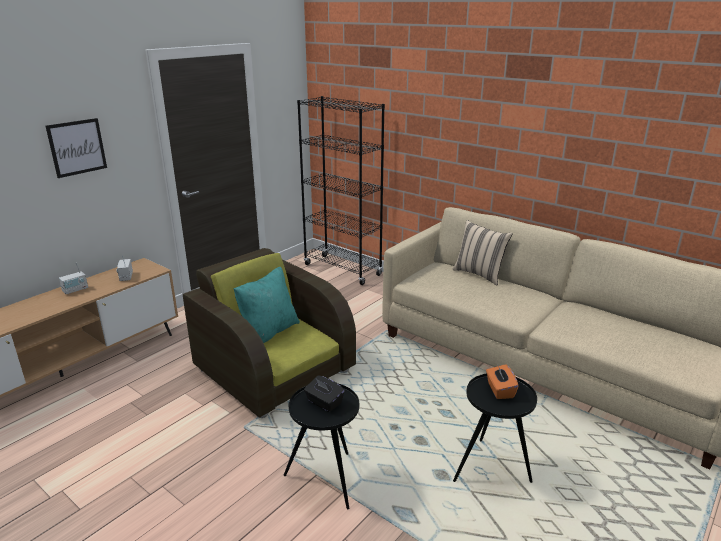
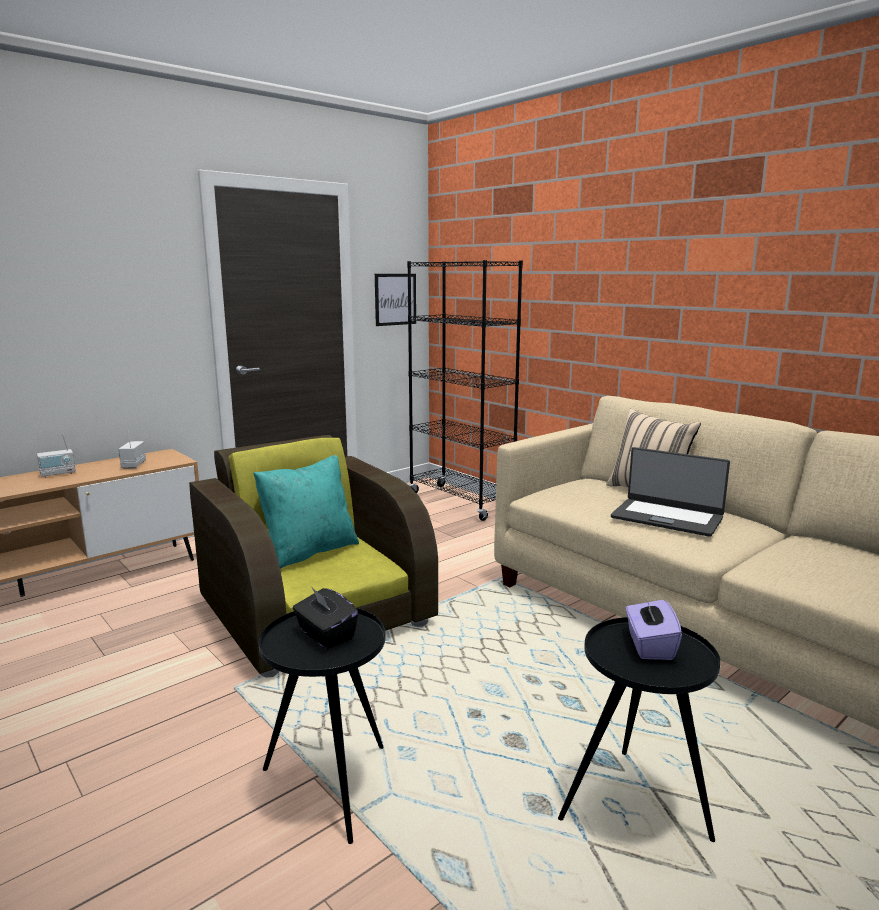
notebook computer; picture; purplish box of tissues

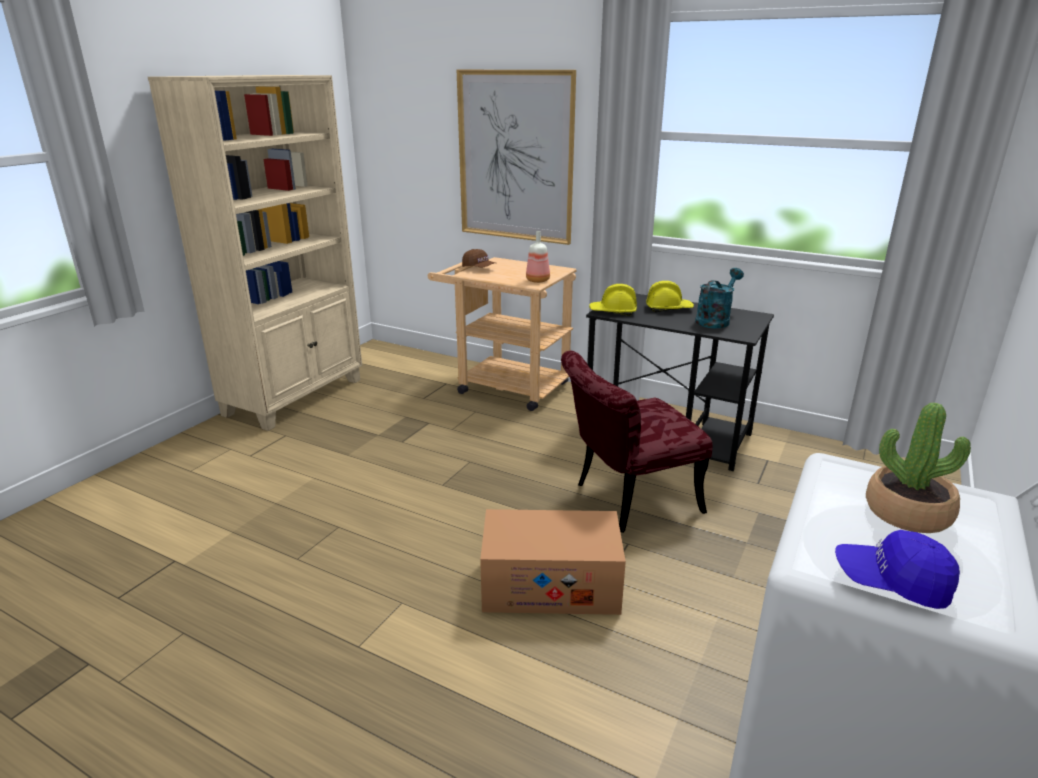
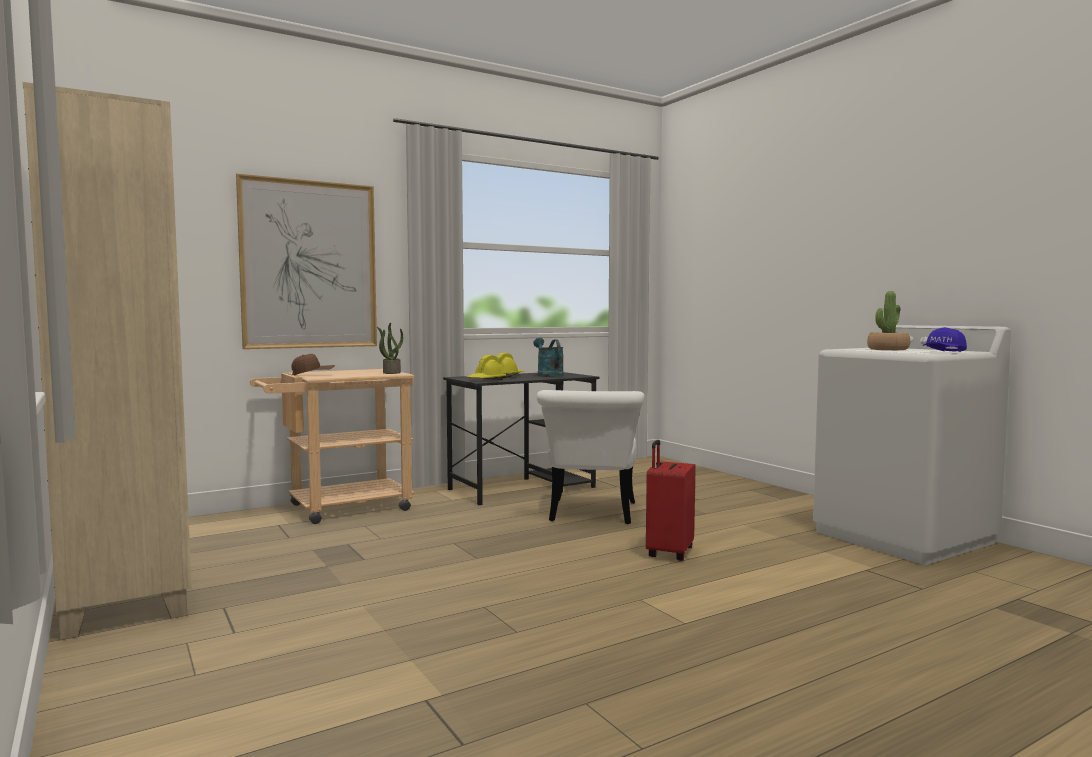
reddish travel case; houseplant (no. 1 from left); white plain chair

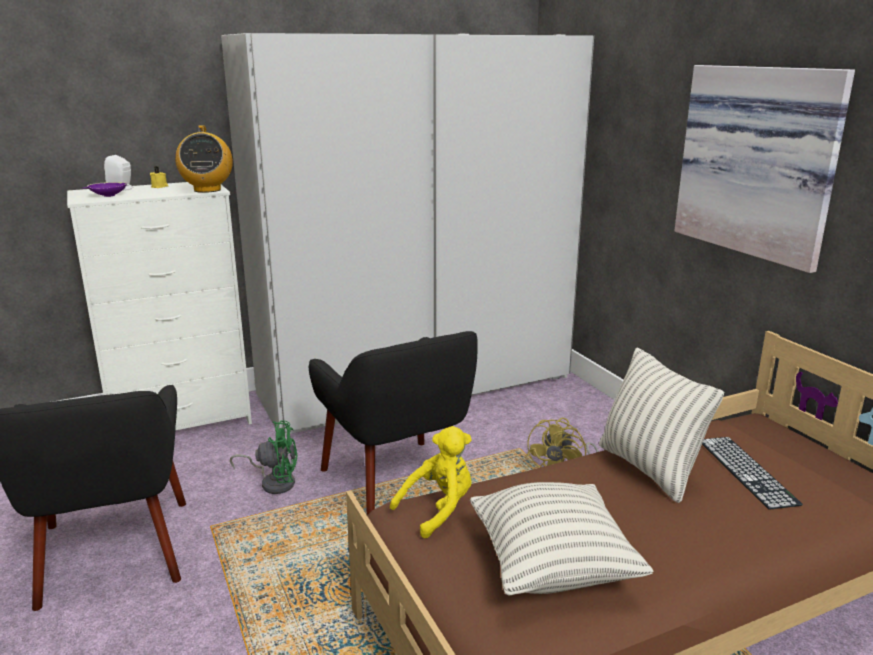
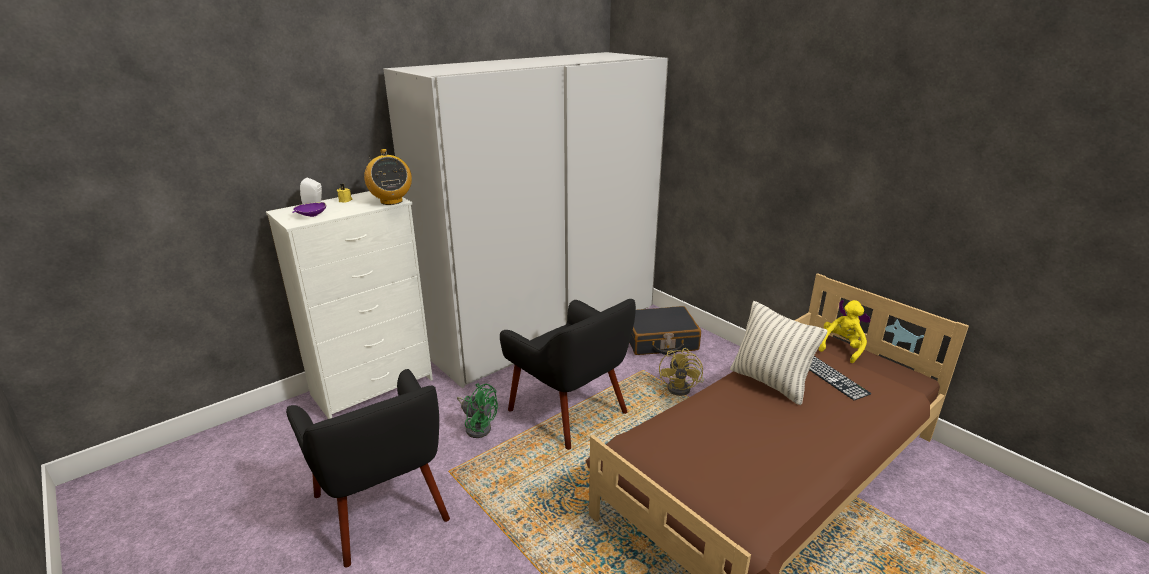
throw pillow (no. 1 from left in the first image); picture; black-coloured travel case; yellow soft toy; green electric fan

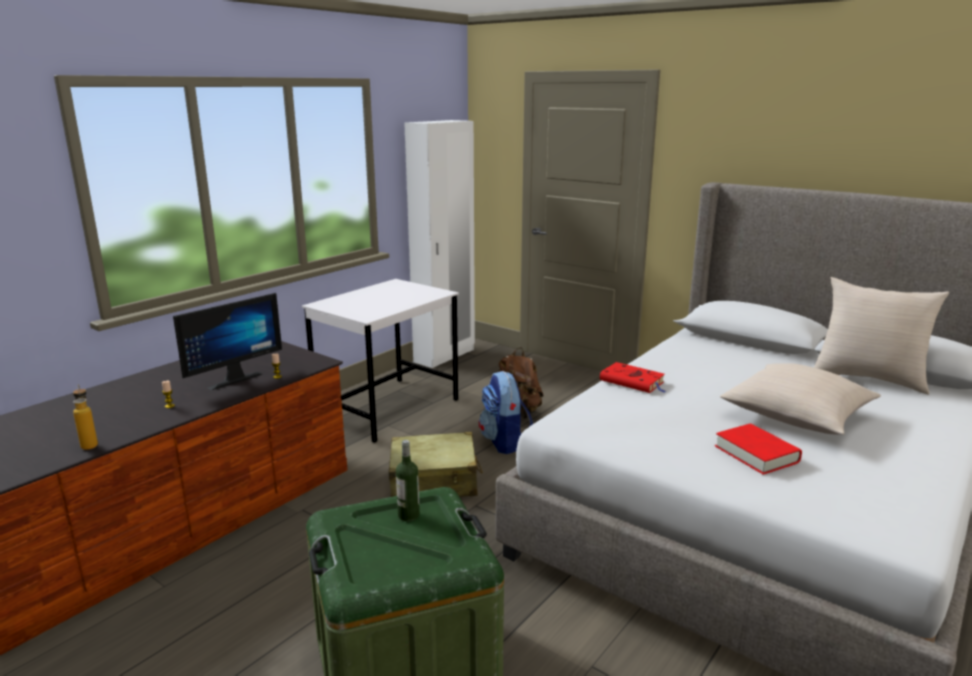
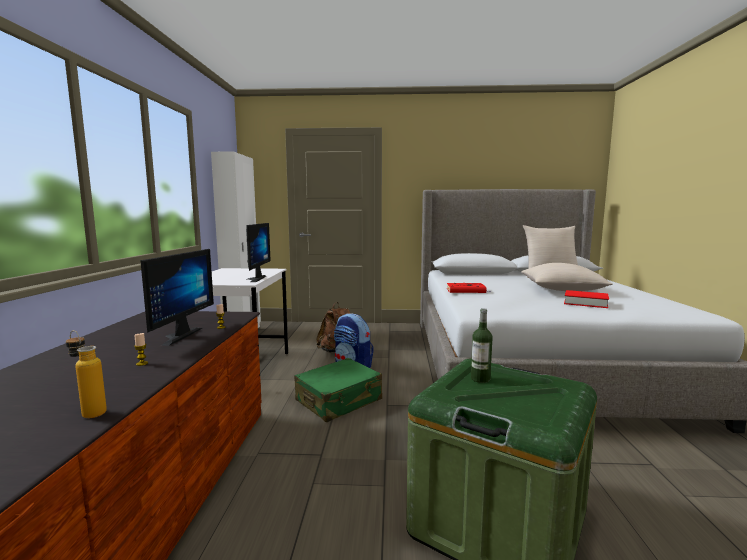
computer screen (no. 2 from left); green travel case

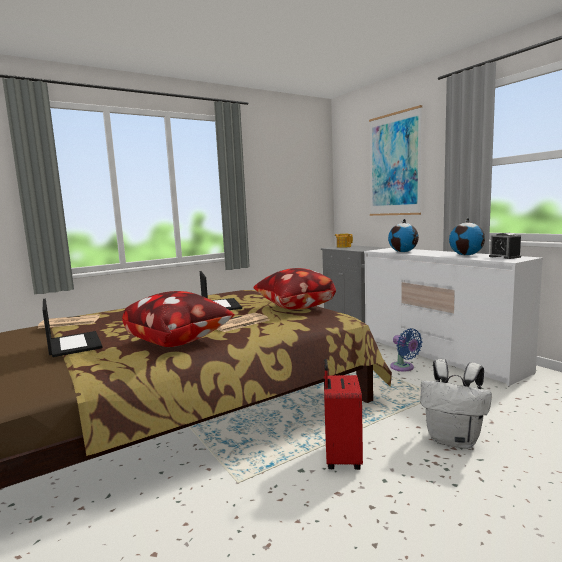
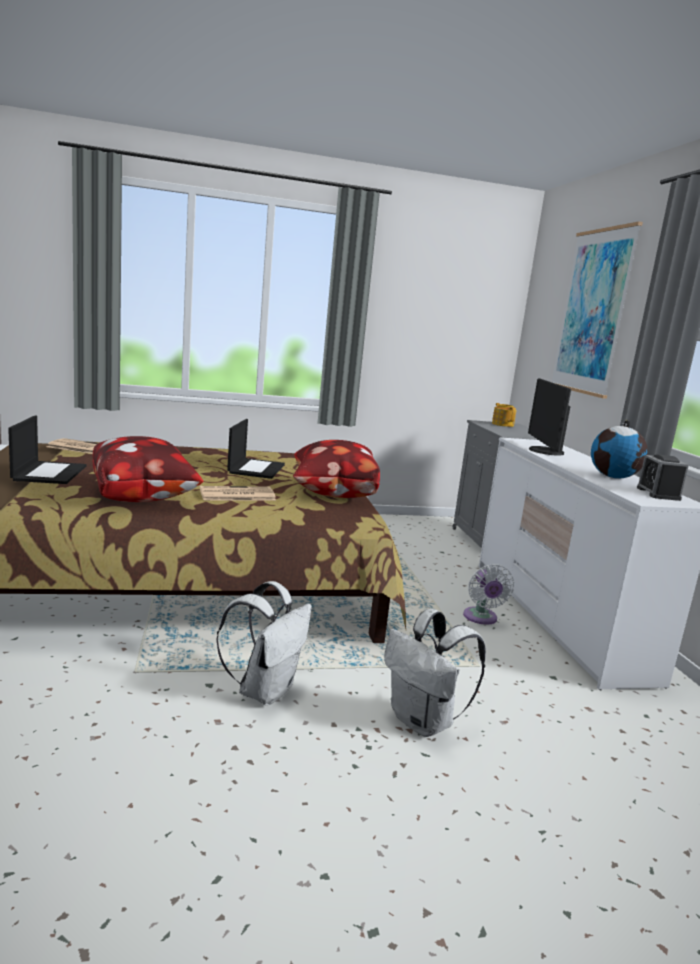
white knapsack (no. 1 from left); computer screen; white electric fan

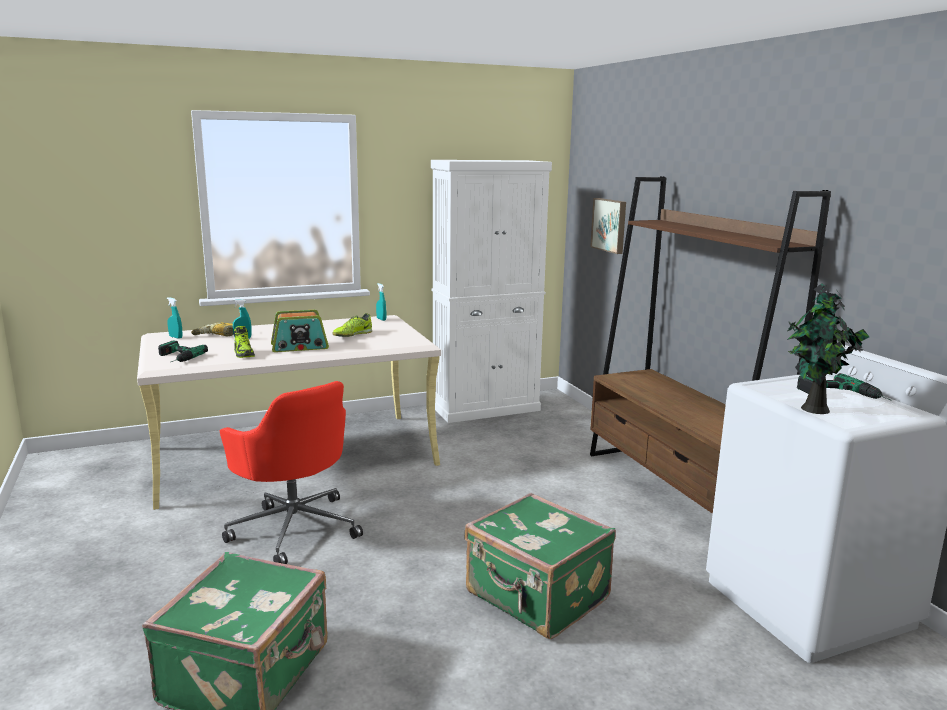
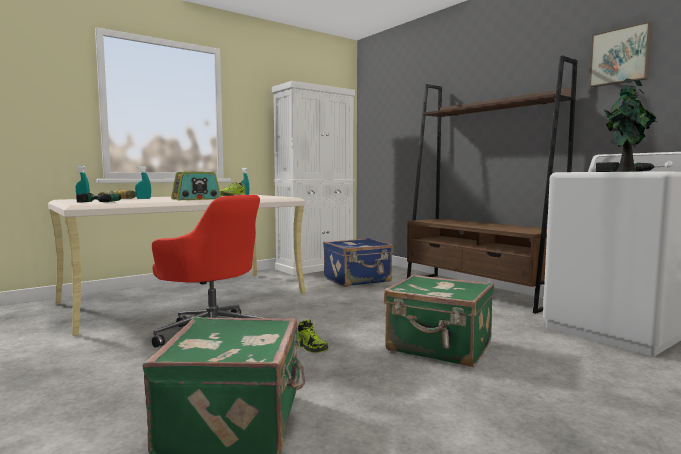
bluish travel case; item of footwear (no. 2 from left); picture

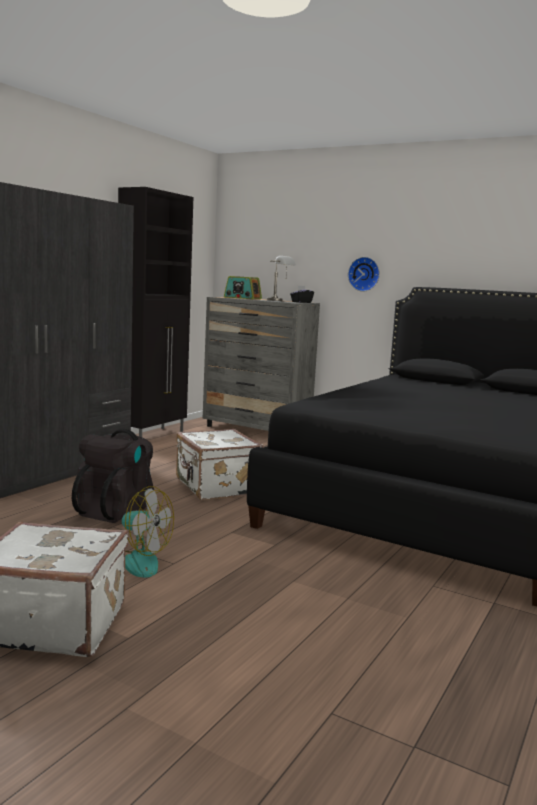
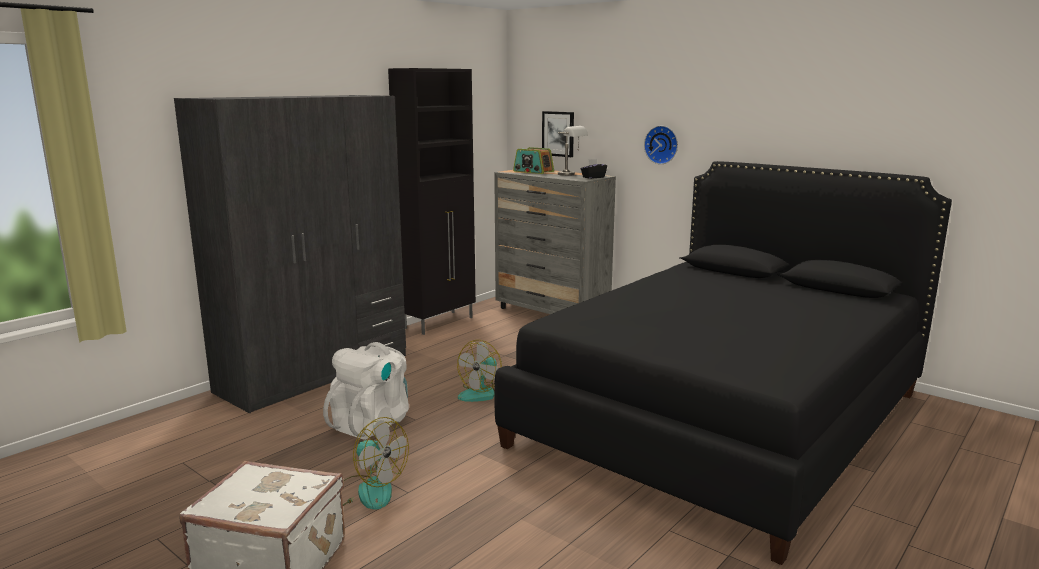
picture; electric fan (no. 2 from left); white knapsack

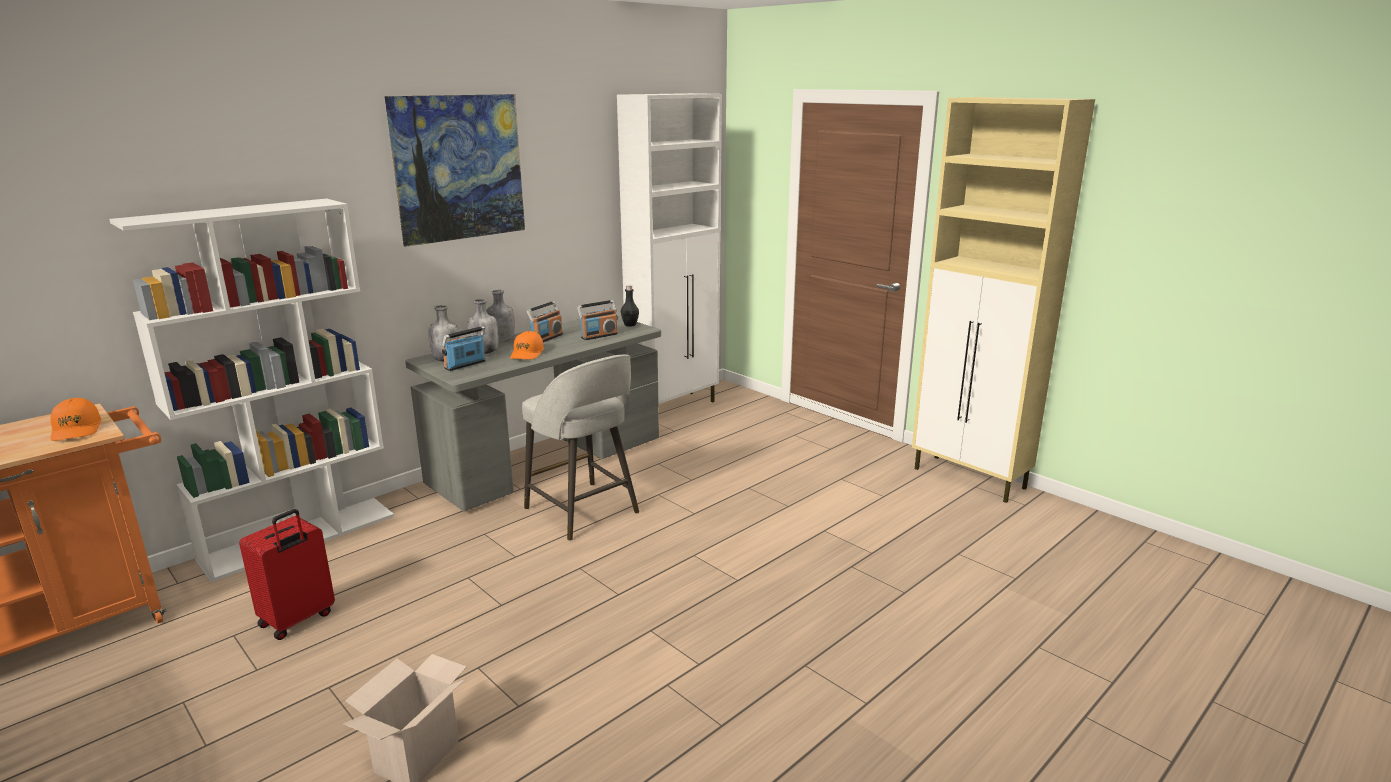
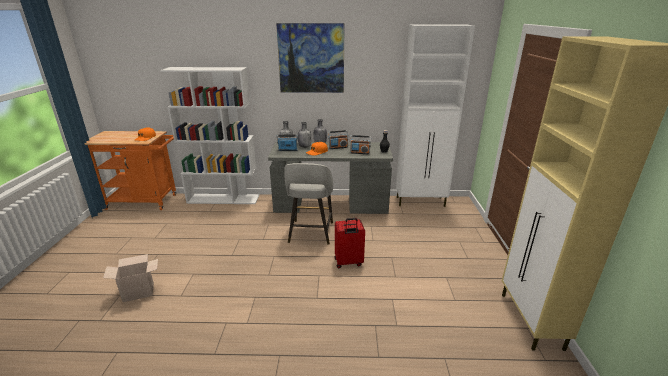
reddish travel case

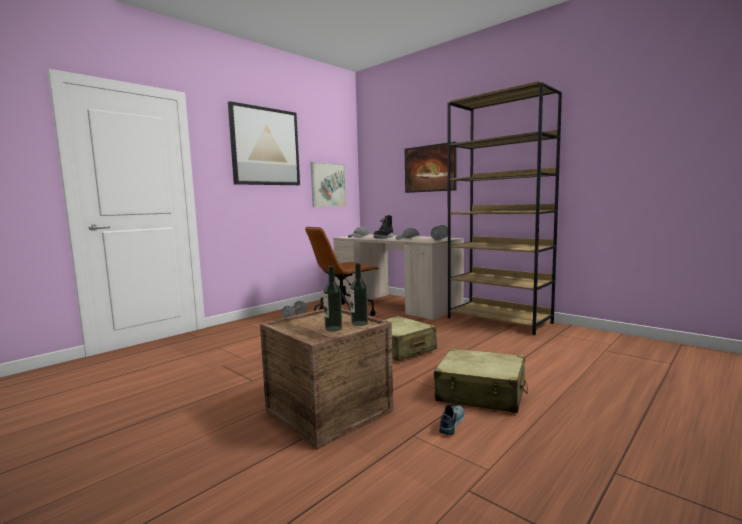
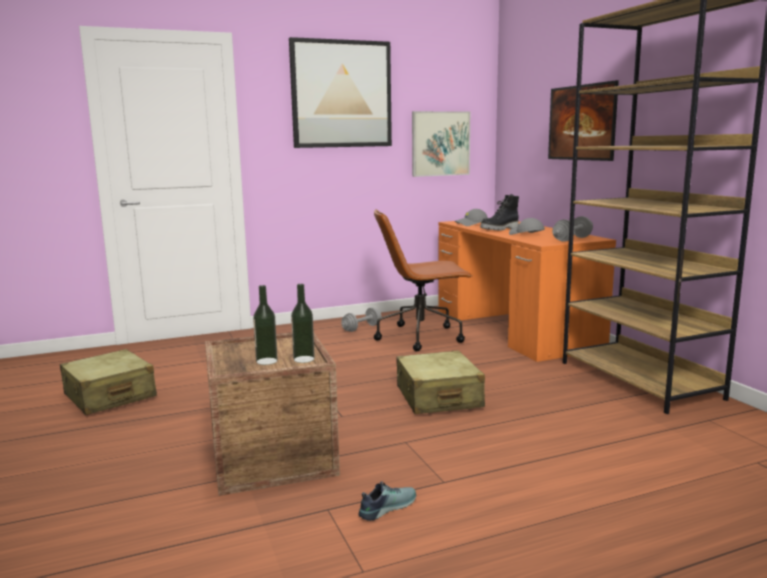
beige travel case (no. 1 from left); orangey desk unit

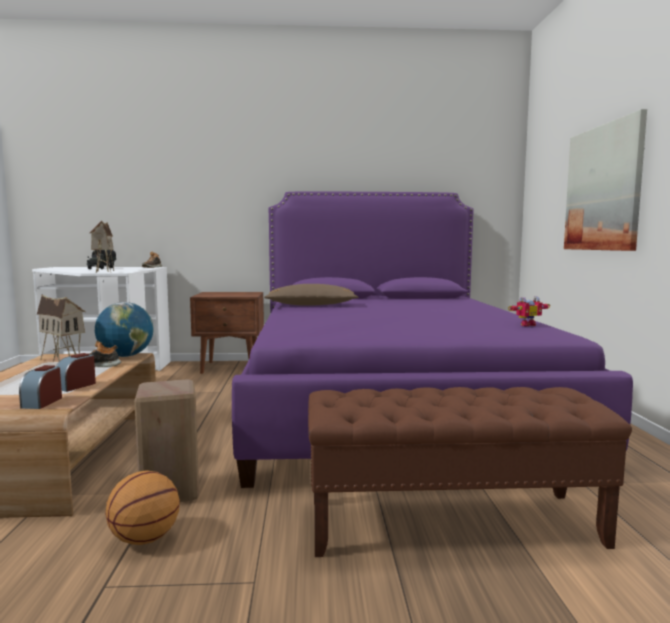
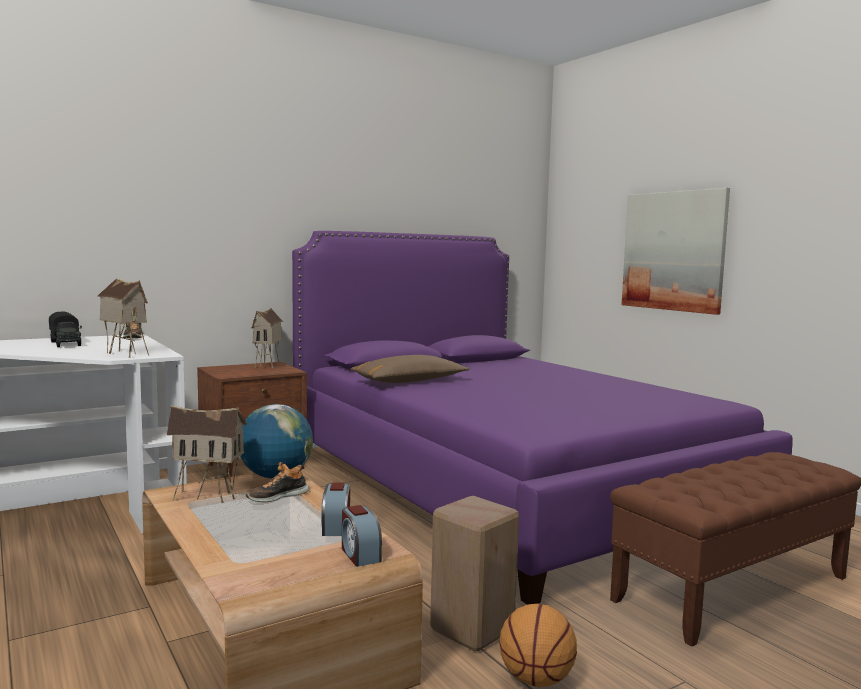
toy robot; model house (no. 3 from left)

